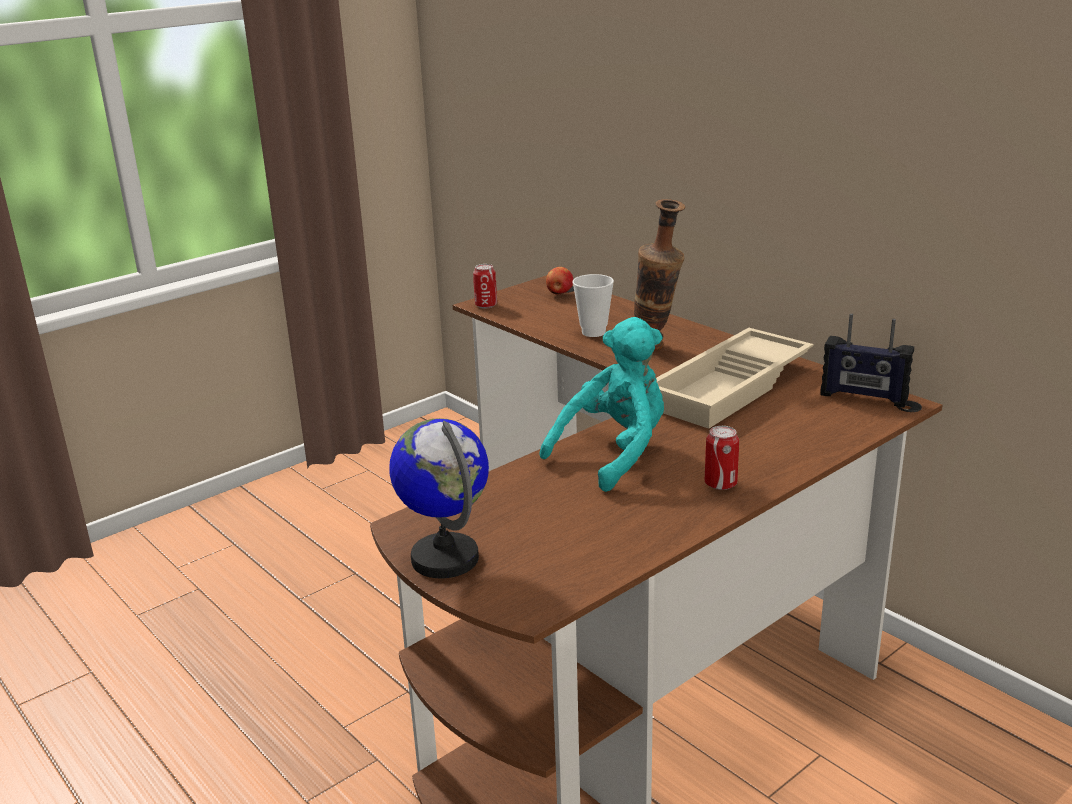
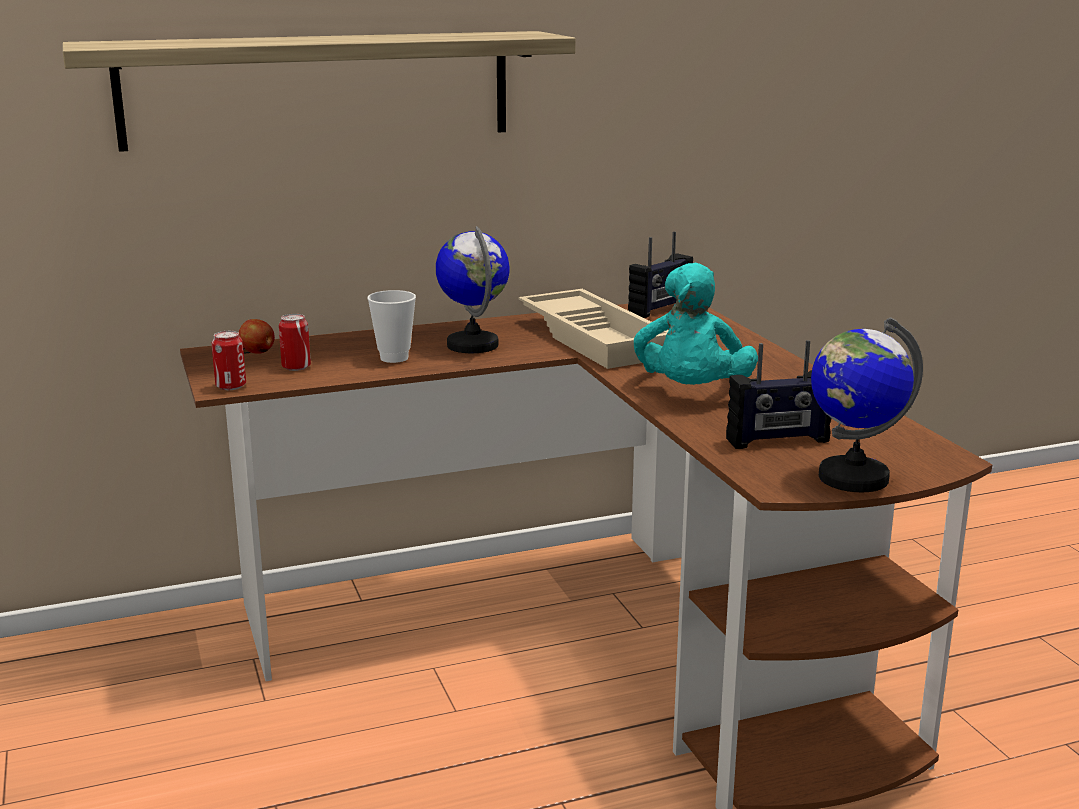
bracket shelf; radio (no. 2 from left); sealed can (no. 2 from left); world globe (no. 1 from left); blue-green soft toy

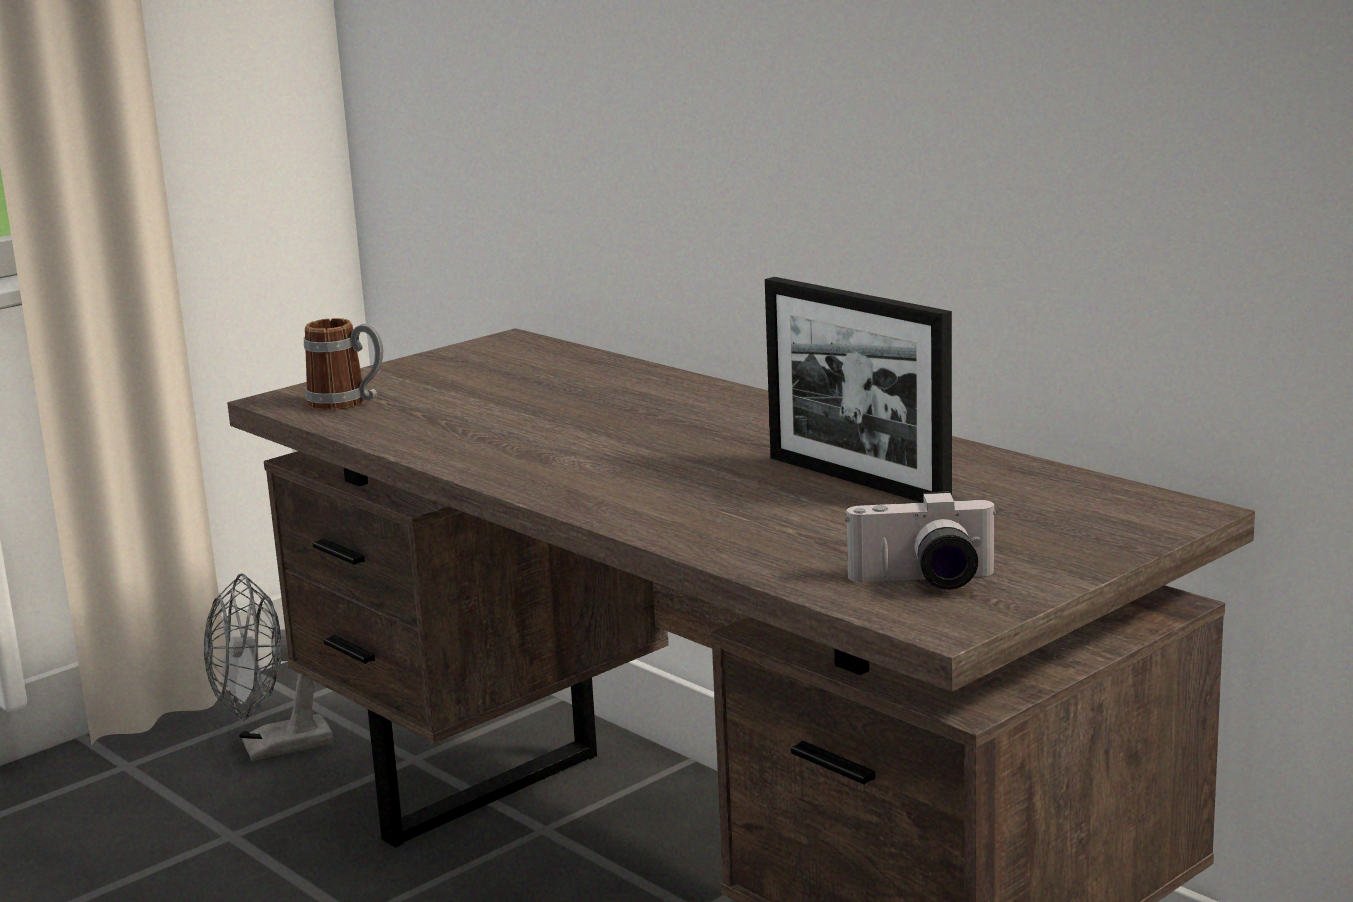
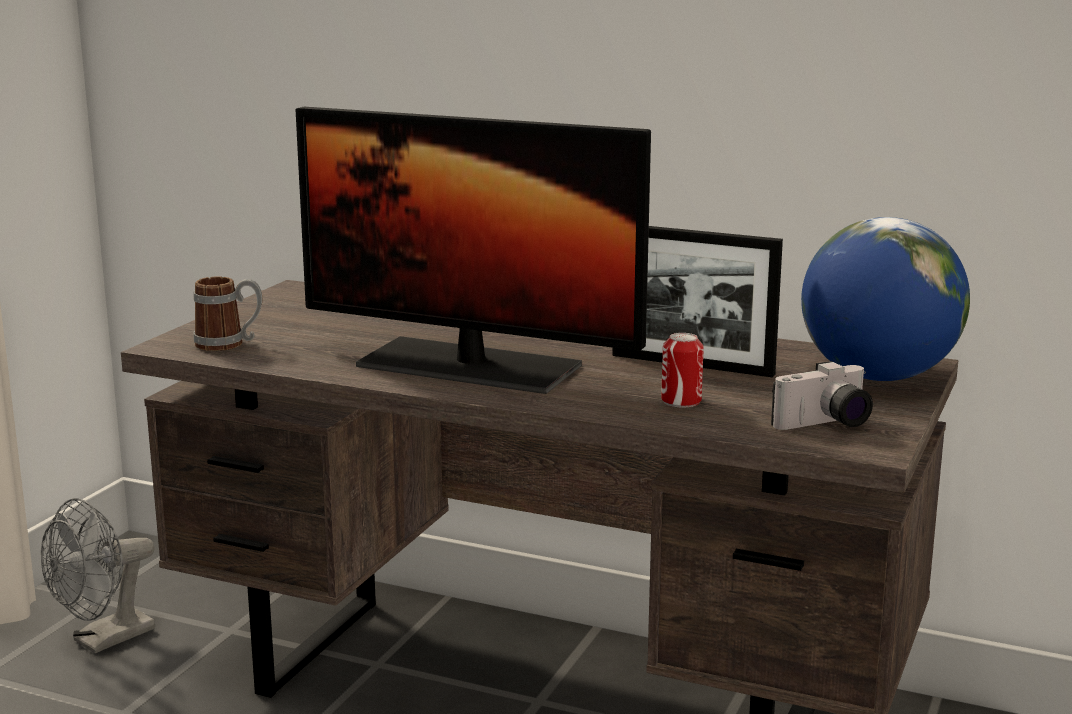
computer screen; sealed can; world globe

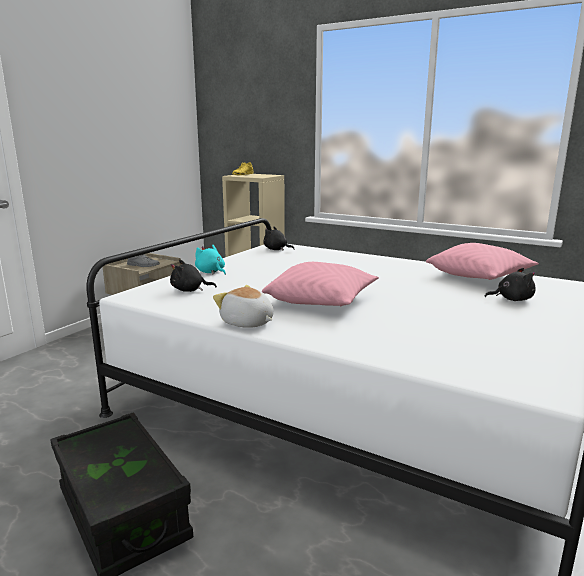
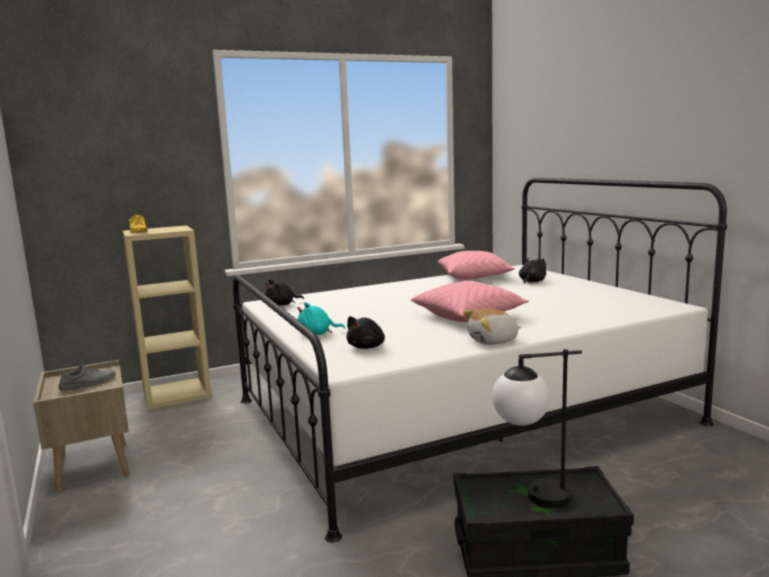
tabletop lamp

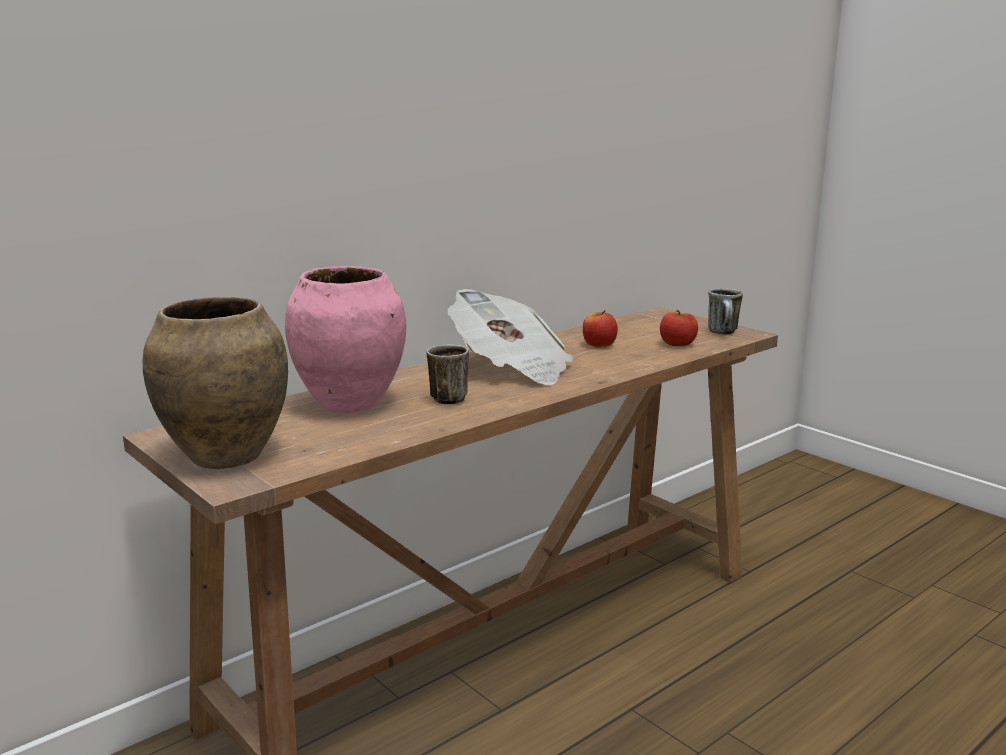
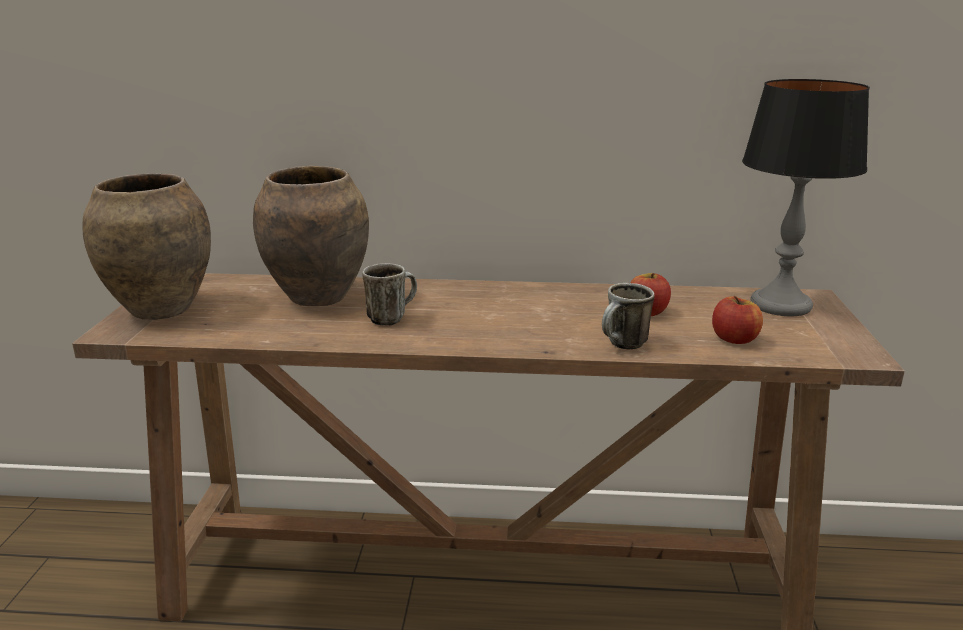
printed paper; tabletop lamp; tea mug (no. 2 from left); brown-coloured vase (no. 2 from left)

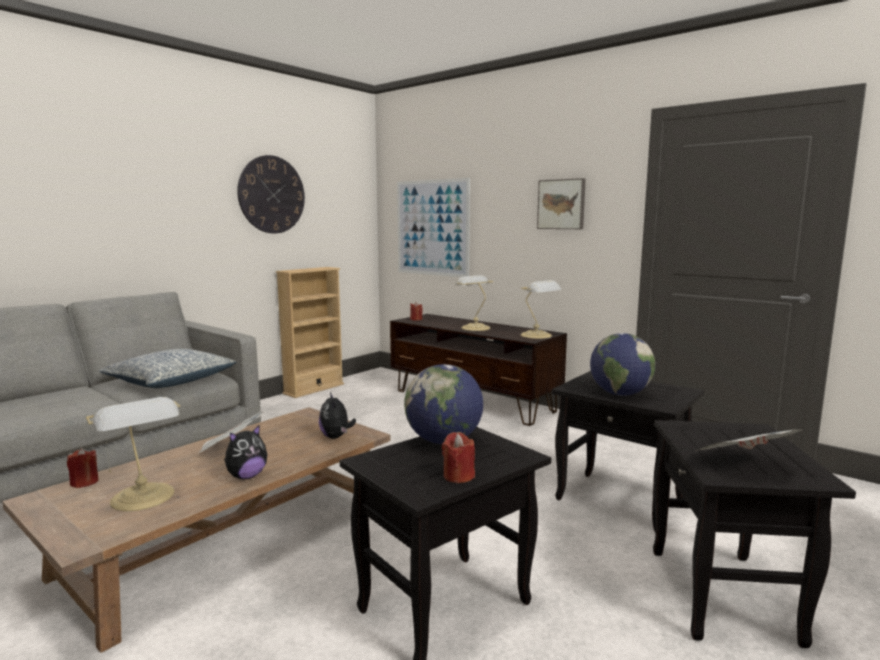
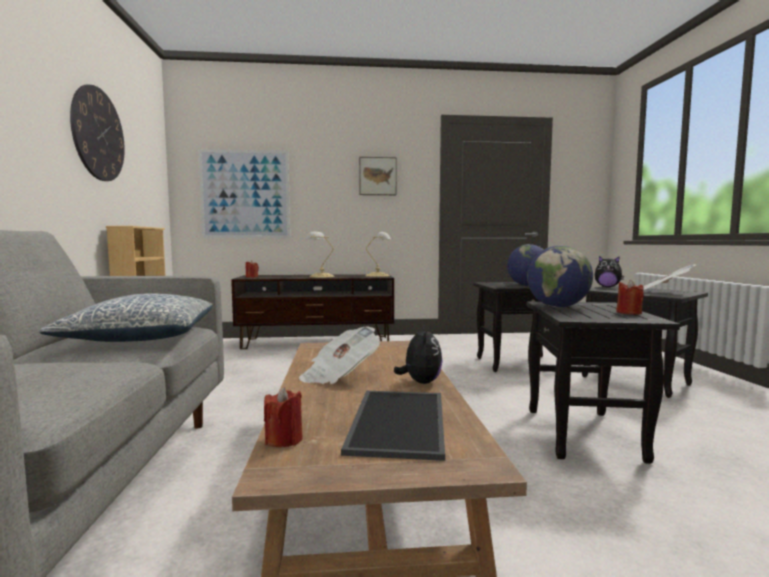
soft toy (no. 2 from left); carrying tray

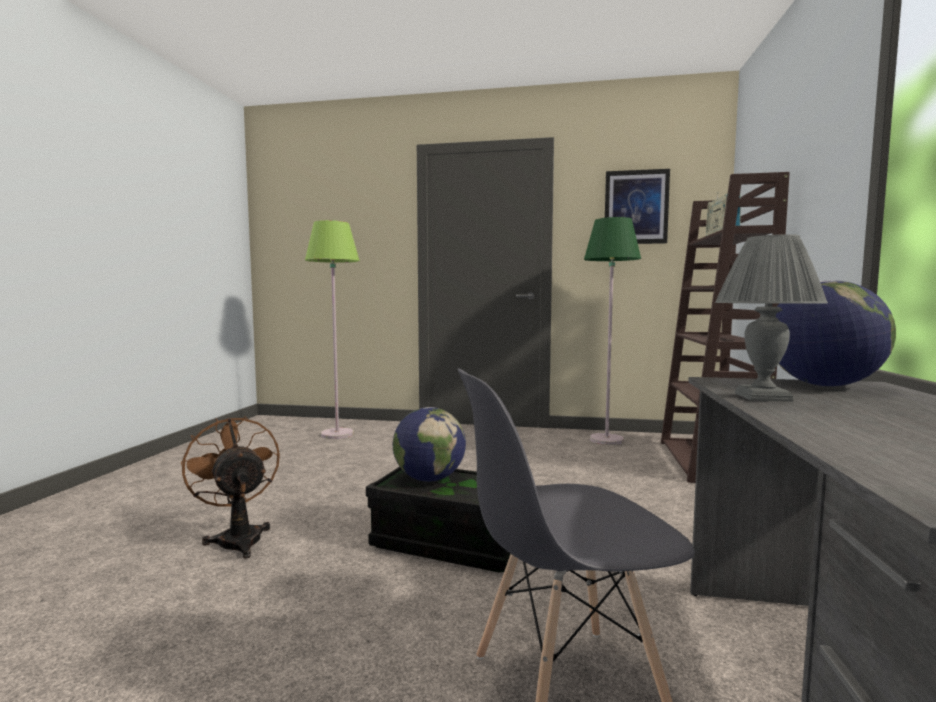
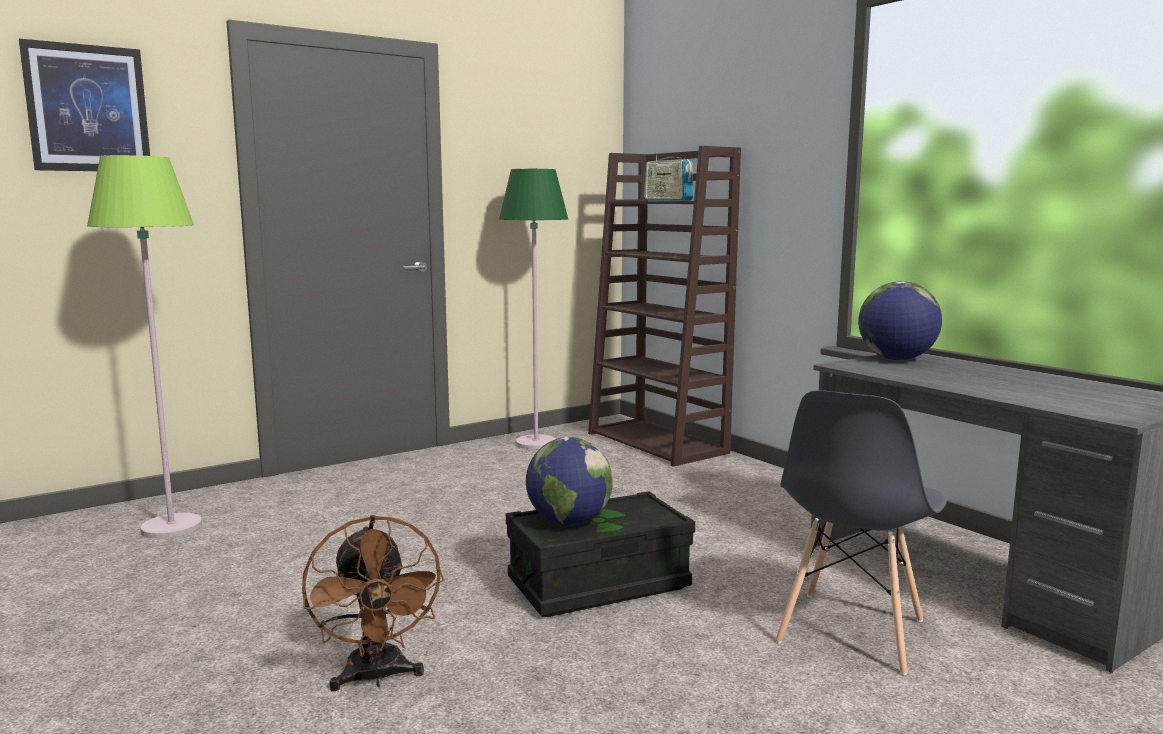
grey tabletop lamp; picture; brown-coloured electric fan

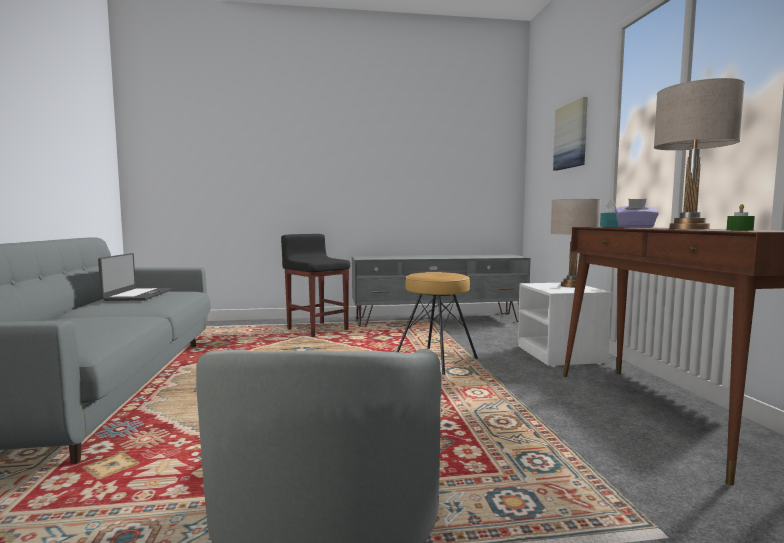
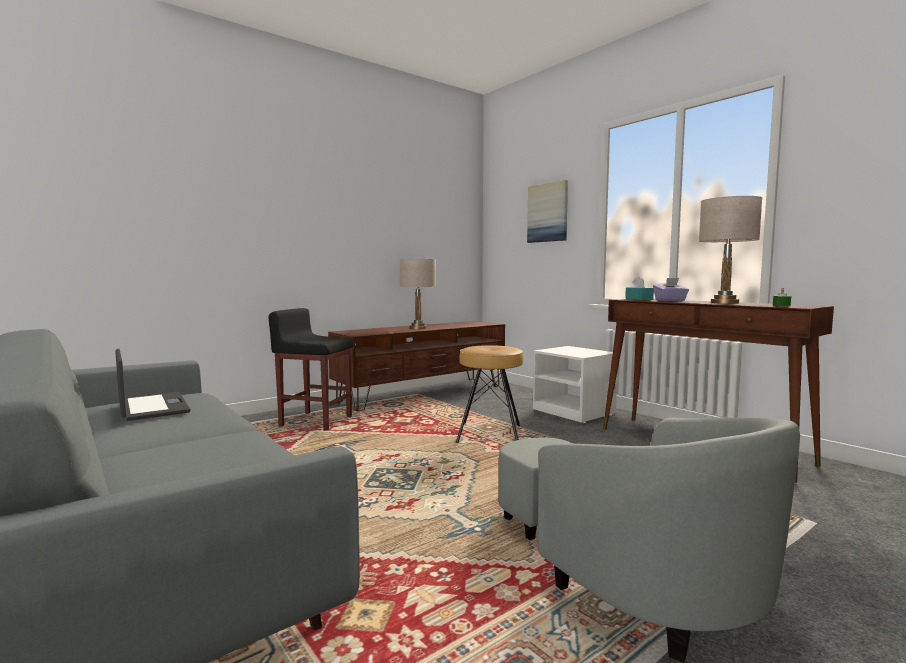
beige tabletop lamp (no. 1 from left); brown-coloured media console

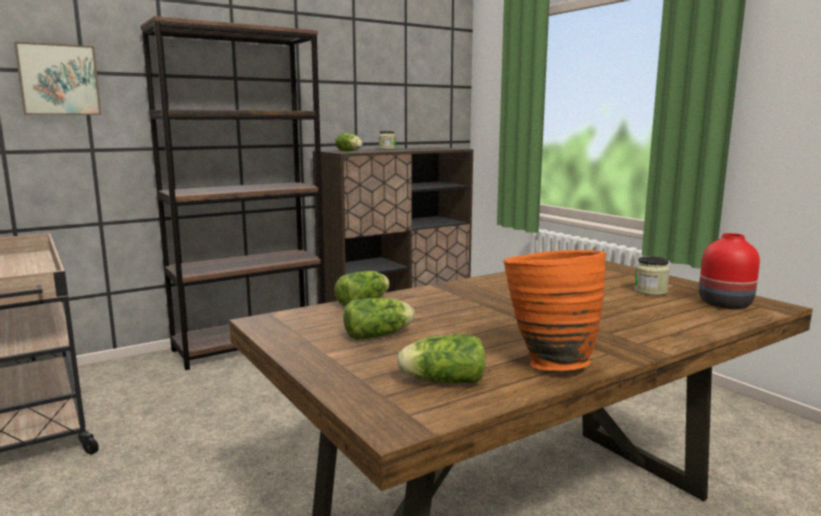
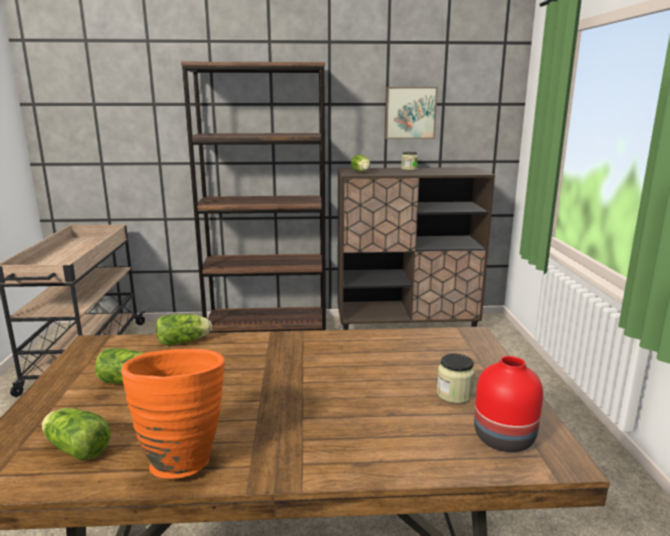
picture

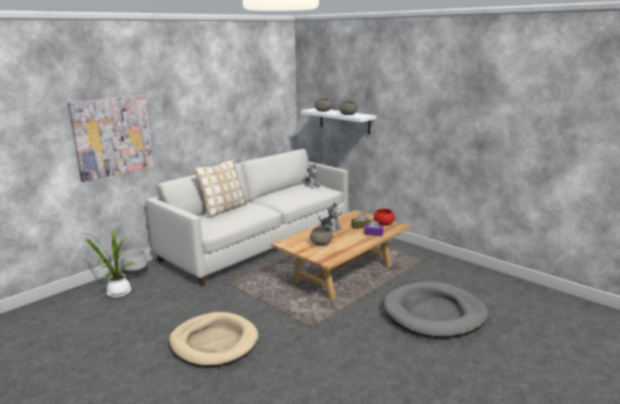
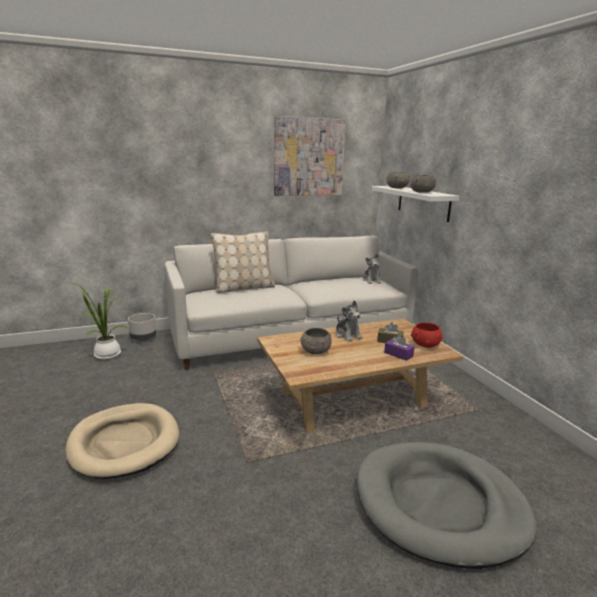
picture

